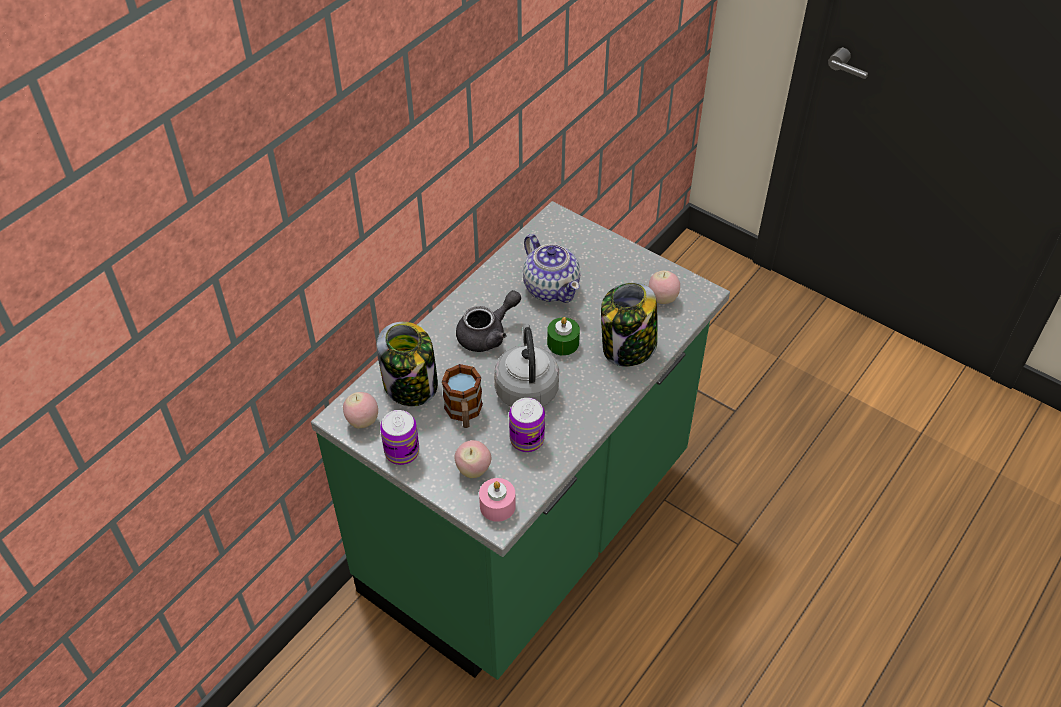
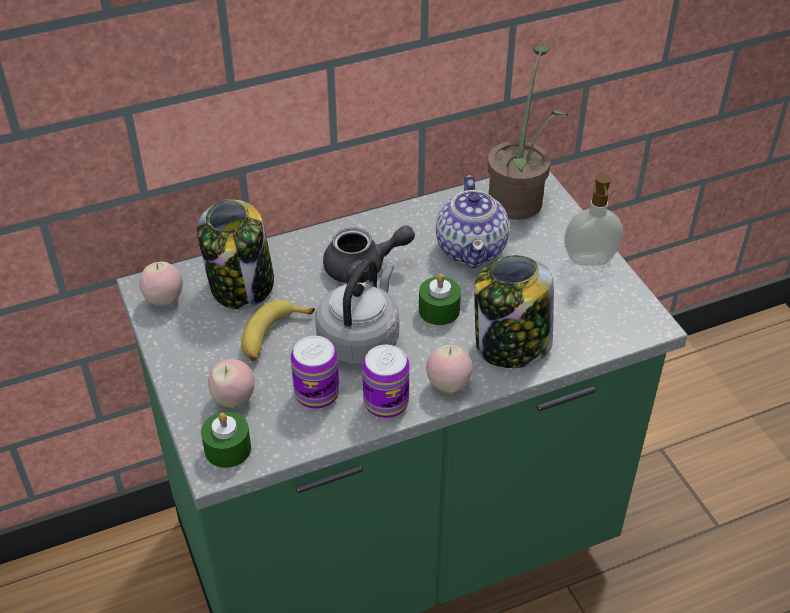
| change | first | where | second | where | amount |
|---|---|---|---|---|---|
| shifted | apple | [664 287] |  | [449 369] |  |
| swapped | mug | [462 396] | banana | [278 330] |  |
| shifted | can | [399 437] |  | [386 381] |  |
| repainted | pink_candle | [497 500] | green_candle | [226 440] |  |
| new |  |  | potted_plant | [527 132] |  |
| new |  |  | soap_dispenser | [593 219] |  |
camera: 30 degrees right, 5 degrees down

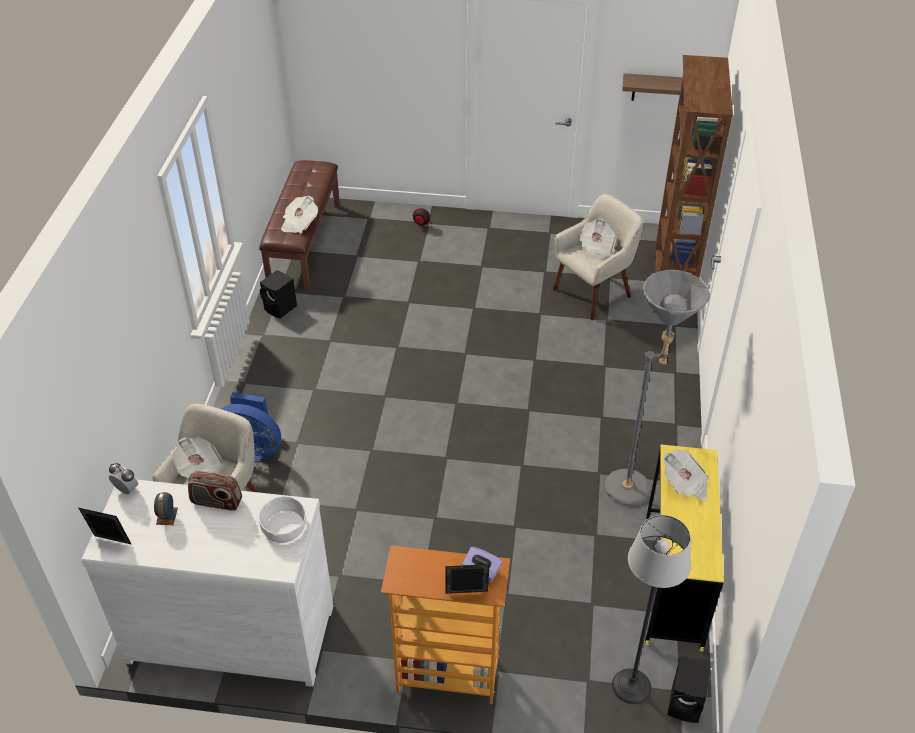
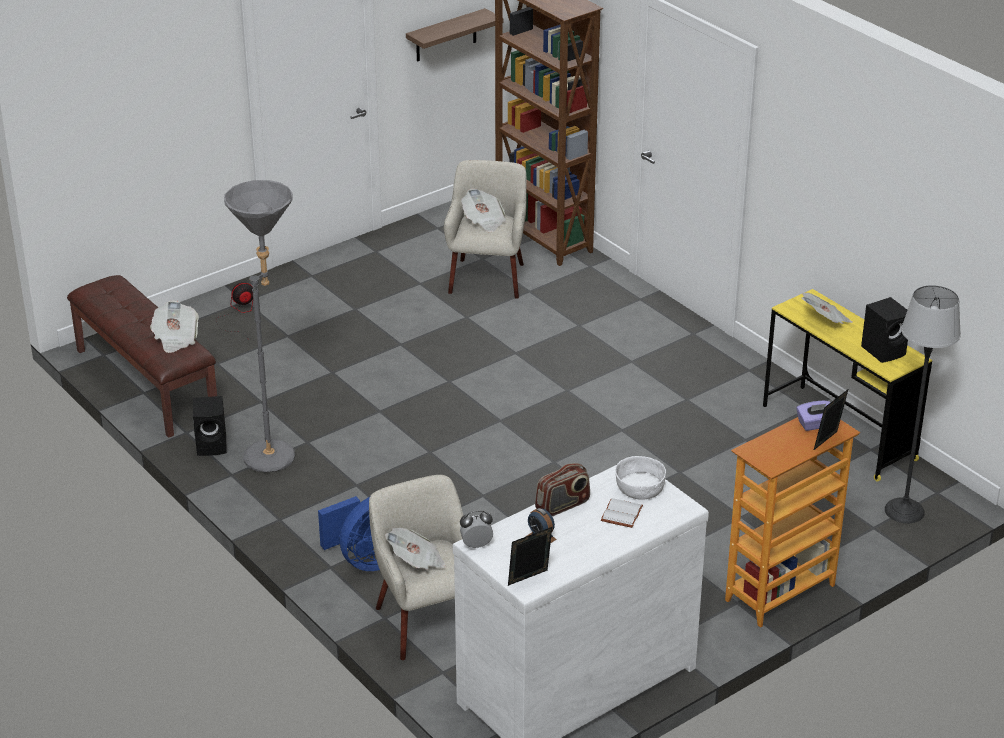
| change | first | where | second | where | amount |
|---|---|---|---|---|---|
| shifted | grey_floor_lamp | [657 388] |  | [259 326] |  |
| shifted | black_speaker | [688 691] |  | [884 330] |  |
| new |  |  | white_book | [622 513] |  |
camera: 45 degrees left, 10 degrees down

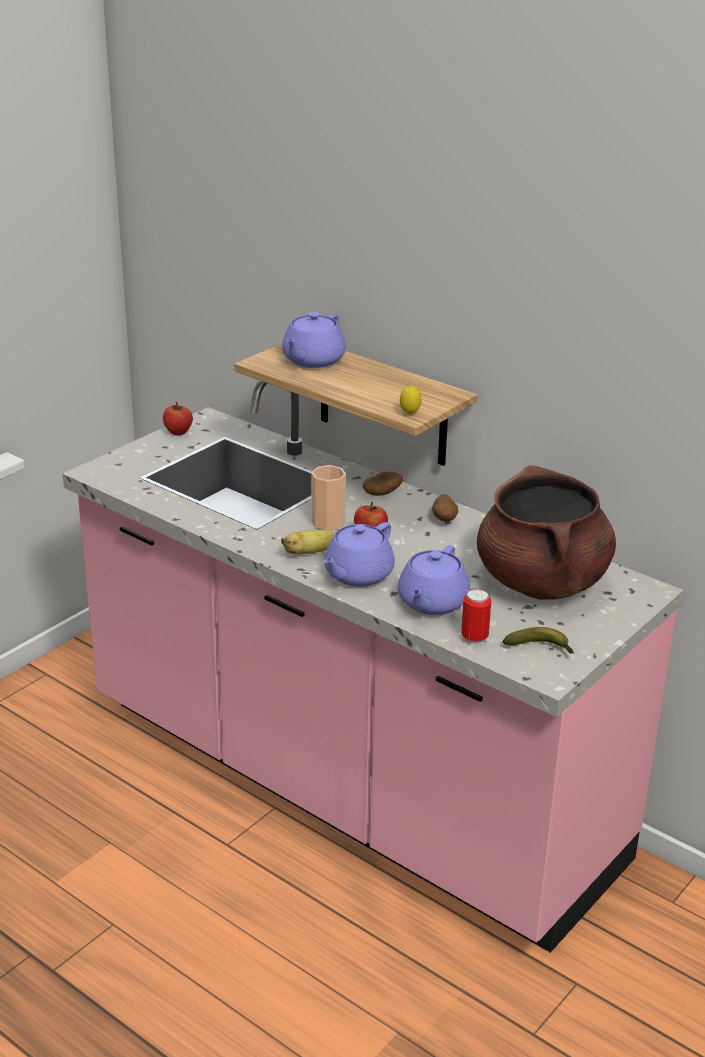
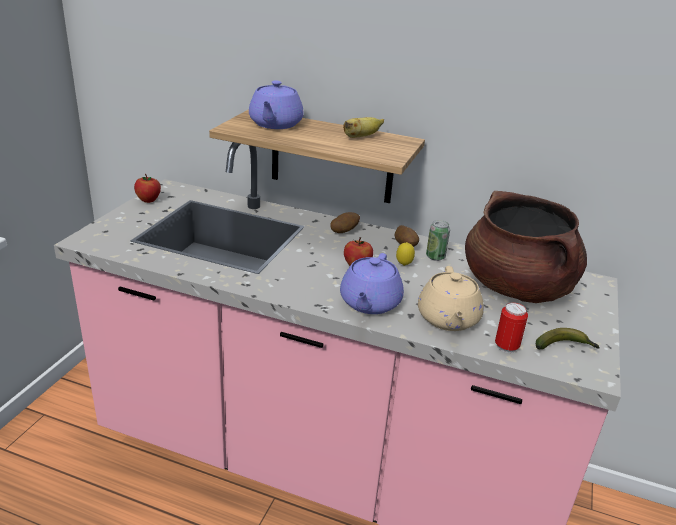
| change | first | where | second | where | amount |
|---|---|---|---|---|---|
| shifted | lemon | [411 400] |  | [405 254] |  |
| gone | cup | [328 498] |  |  |  |
| shifted | banana | [308 542] |  | [363 127] |  |
| repainted | purple_teapot | [434 580] | beige_teapot | [451 298] |  |
| new |  |  | can | [438 240] |  |
camera: 20 degrees left, 0 degrees up

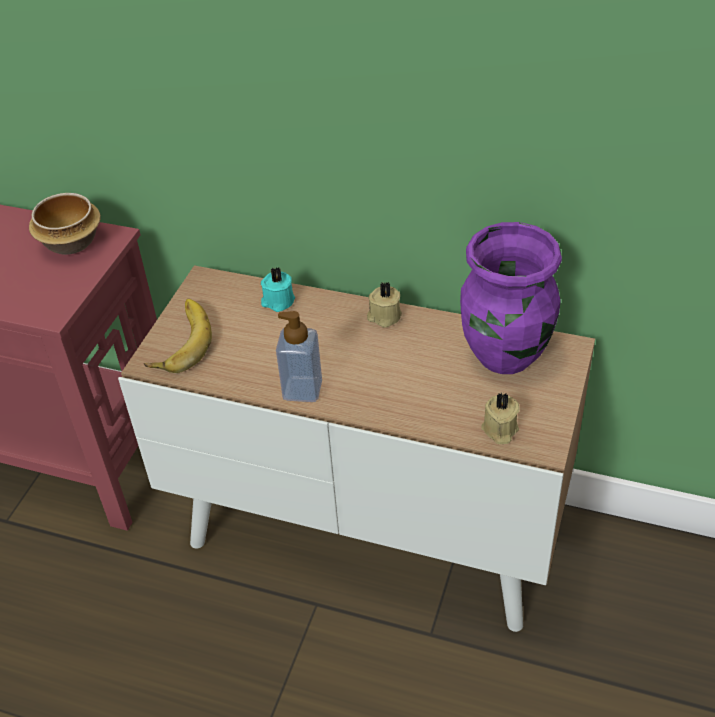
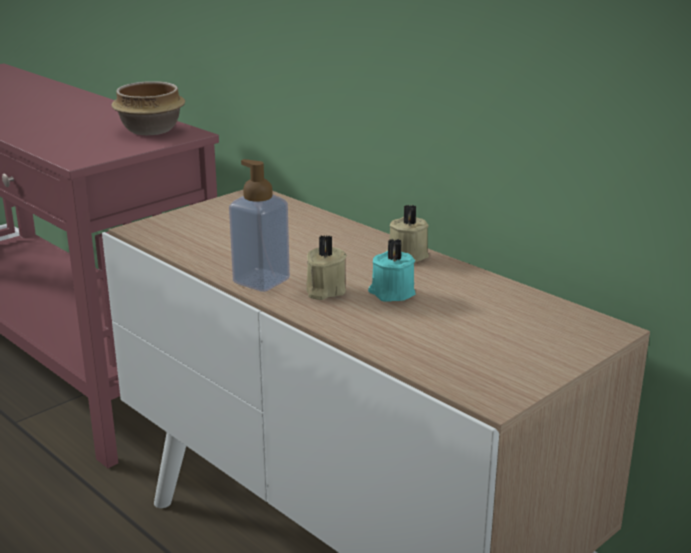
| change | first | where | second | where | amount |
|---|---|---|---|---|---|
| gone | purple_vase | [511 298] |  |  |  |
| shifted | turquoise_candle | [278 289] |  | [392 270] |  |
| gone | banana | [178 336] |  |  |  |
| shifted | beige_candle | [500 418] |  | [326 268] |  |
camera: 25 degrees right, 20 degrees down

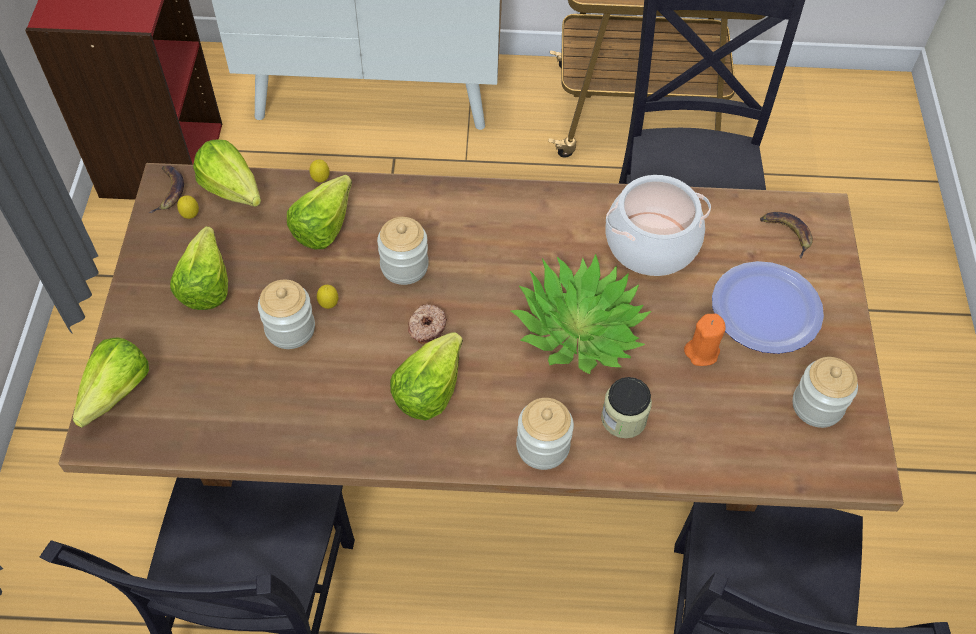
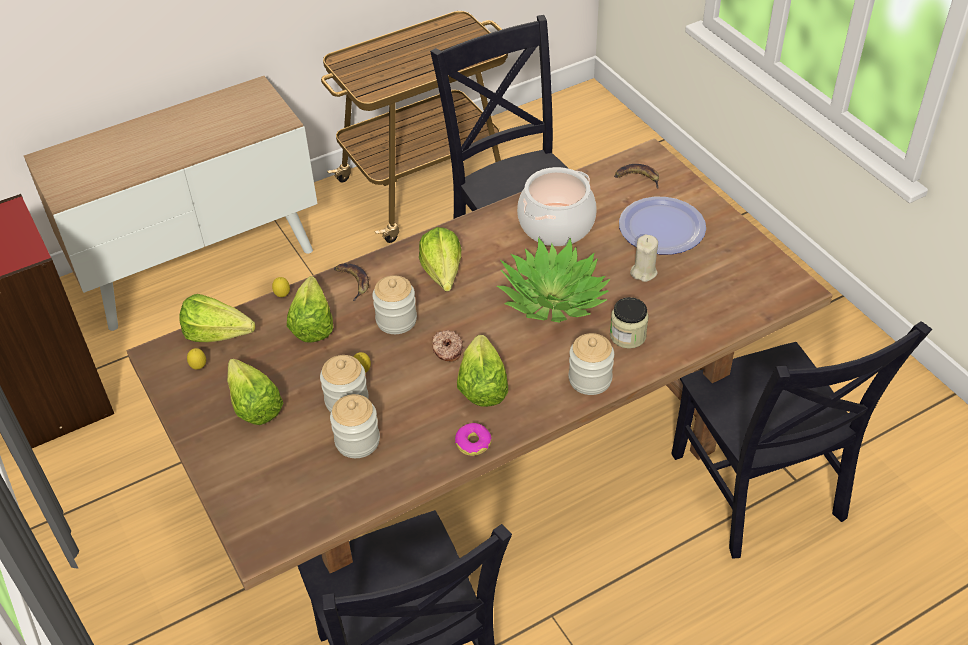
| change | first | where | second | where | amount |
|---|---|---|---|---|---|
| shifted | banana | [166 189] |  | [351 282] |  |
| repainted | orange_candle | [705 339] | beige_candle | [644 258] |  |
| shifted | lettuce | [110 383] |  | [440 259] |  |
| shifted | jar | [825 392] |  | [355 426] |  |
| new |  |  | donut | [473 439] |  |
camera: 30 degrees left, 10 degrees down

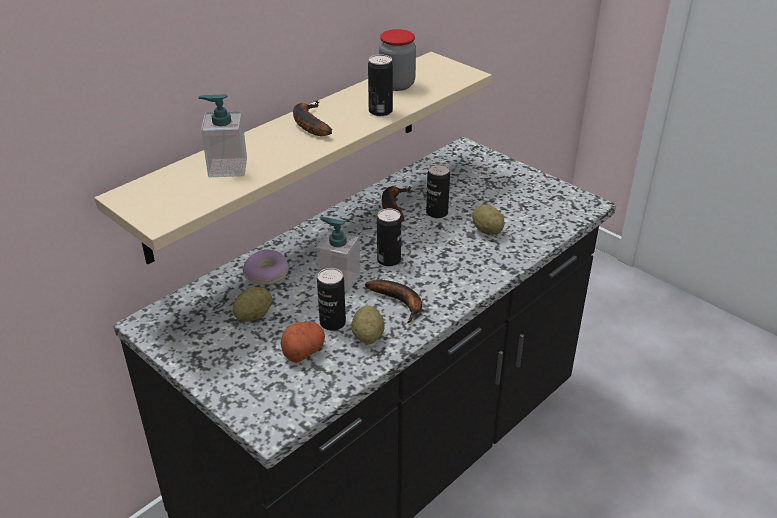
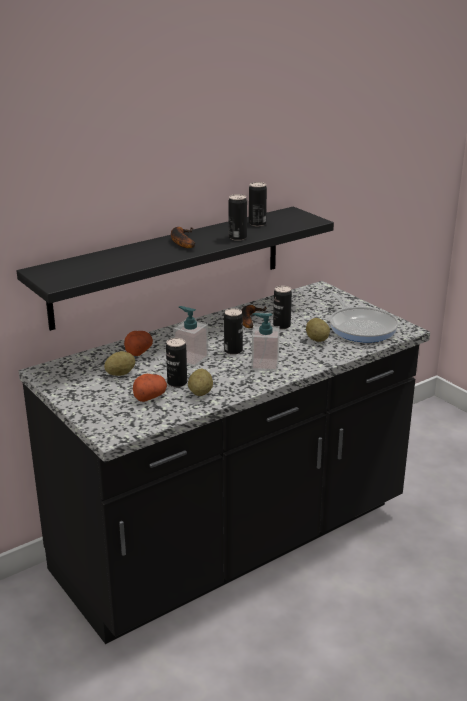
| change | first | where | second | where | amount |
|---|---|---|---|---|---|
| swapped | jar | [397 60] | can | [258 204] |  |
| repainted | beige_shelf | [293 158] | black_shelf | [175 269] |  |
| shifted | soap_dispenser | [222 135] |  | [266 342] |  |
| swapped | donut | [265 267] | potato | [138 343] |  |
| gone | banana | [393 301] |  |  |  |
| new |  |  | frying_pan | [364 318] |  |
camera: 10 degrees right, 10 degrees down

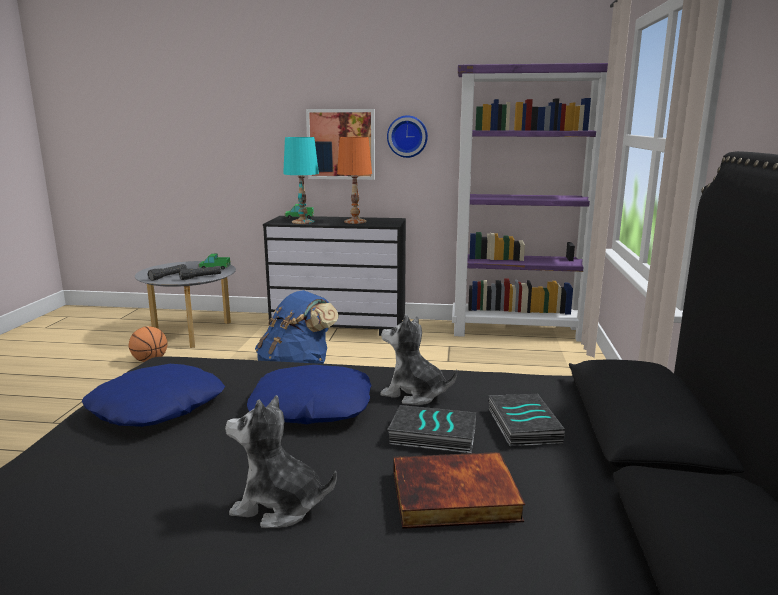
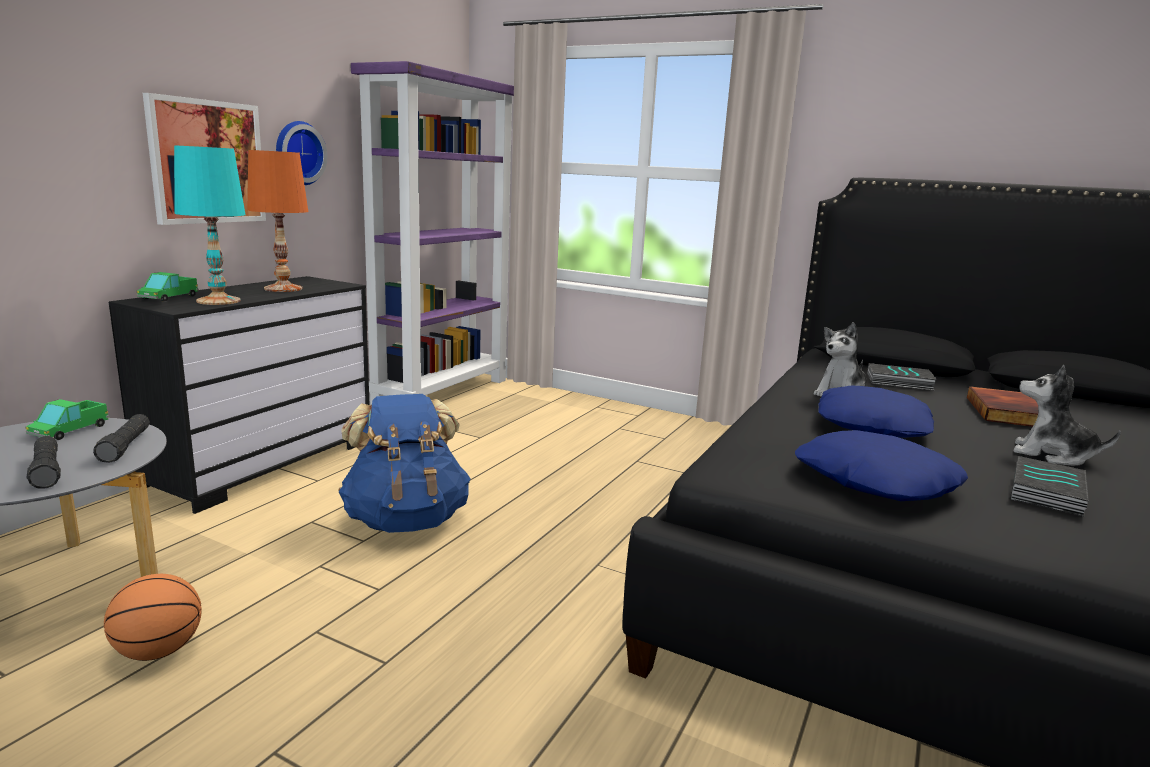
| change | first | where | second | where | amount |
|---|---|---|---|---|---|
| rotated | plush_toy | [281 461] |  | [1067 415] | 90 degrees clockwise |
| shifted | book | [431 429] |  | [1050 486] |  |
camera: 70 degrees left, 0 degrees up

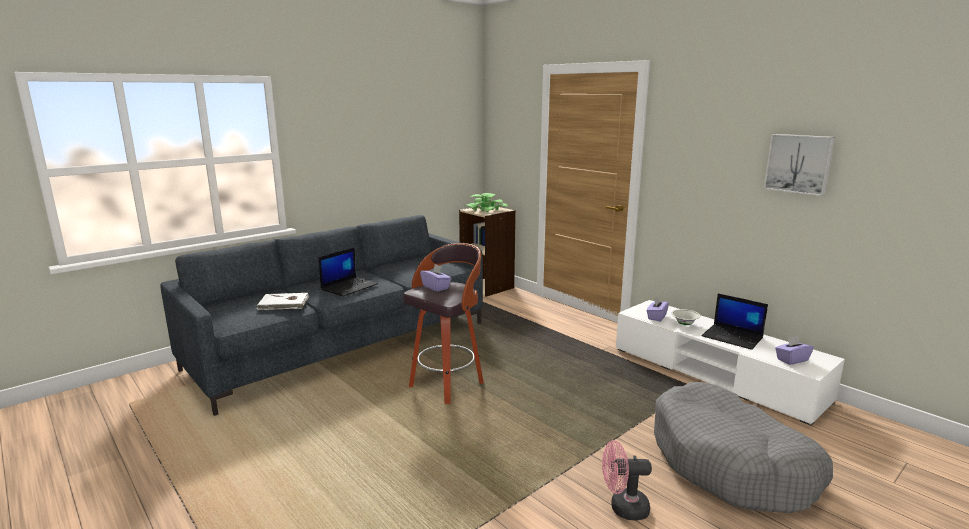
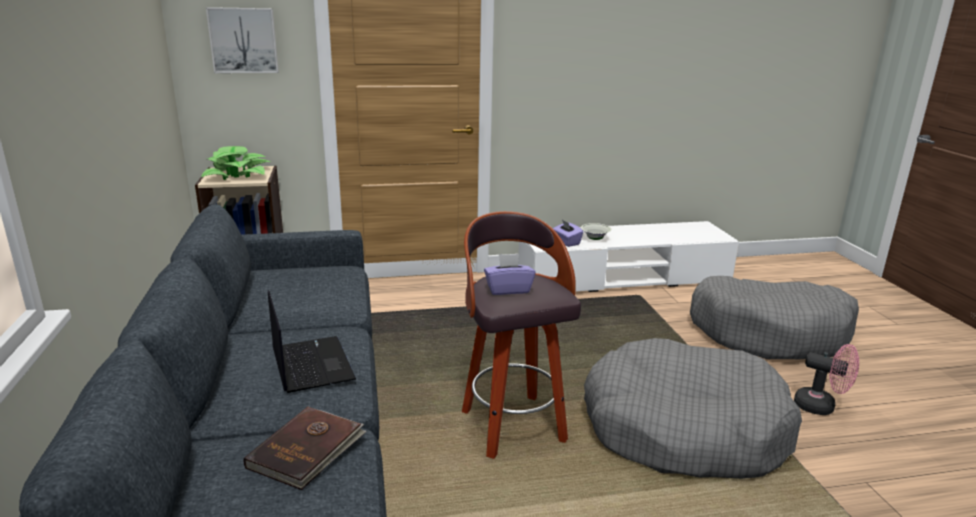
| change | first | where | second | where | amount |
|---|---|---|---|---|---|
| shifted | picture | [799 165] |  | [242 40] |  |
| repainted | white_book | [283 301] | brown_book | [305 448] |  |
| gone | laptop | [734 322] |  |  |  |
| gone | purple_tissue_box | [794 350] |  |  |  |
| rotated | pink_fan | [627 480] |  | [826 379] | 90 degrees counterclockwise |
| new |  |  | grey_dog_bed | [693 408] |  |
camera: 60 degrees left, 5 degrees up

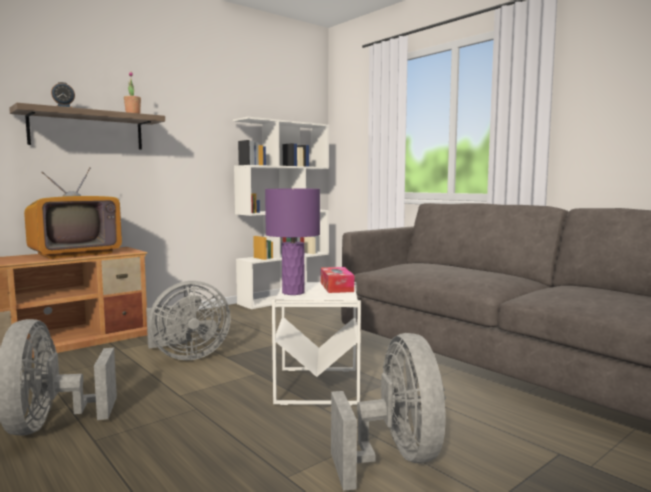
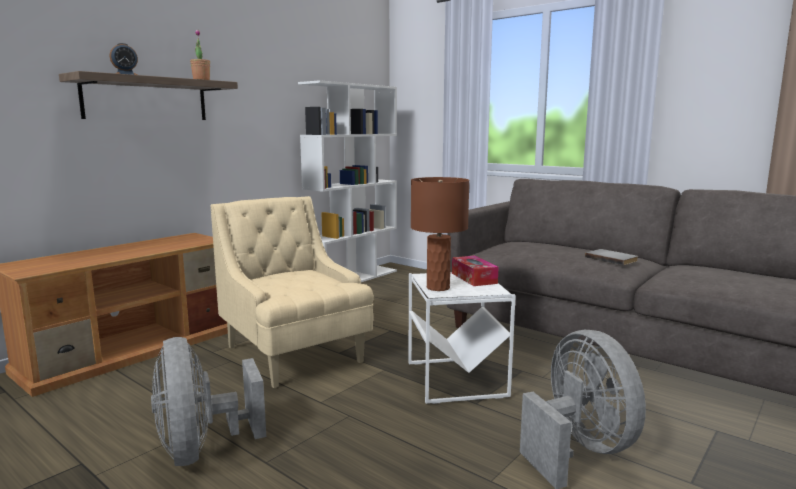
| change | first | where | second | where | amount |
|---|---|---|---|---|---|
| gone | television | [73 213] |  |  |  |
| repainted | purple_table_lamp | [292 242] | brown_table_lamp | [440 234] |  |
| swapped | grey_fan | [188 320] | beige_armchair | [292 292] |  |
| new |  |  | grey_book | [611 257] |  |
camera: 10 degrees left, 5 degrees up

